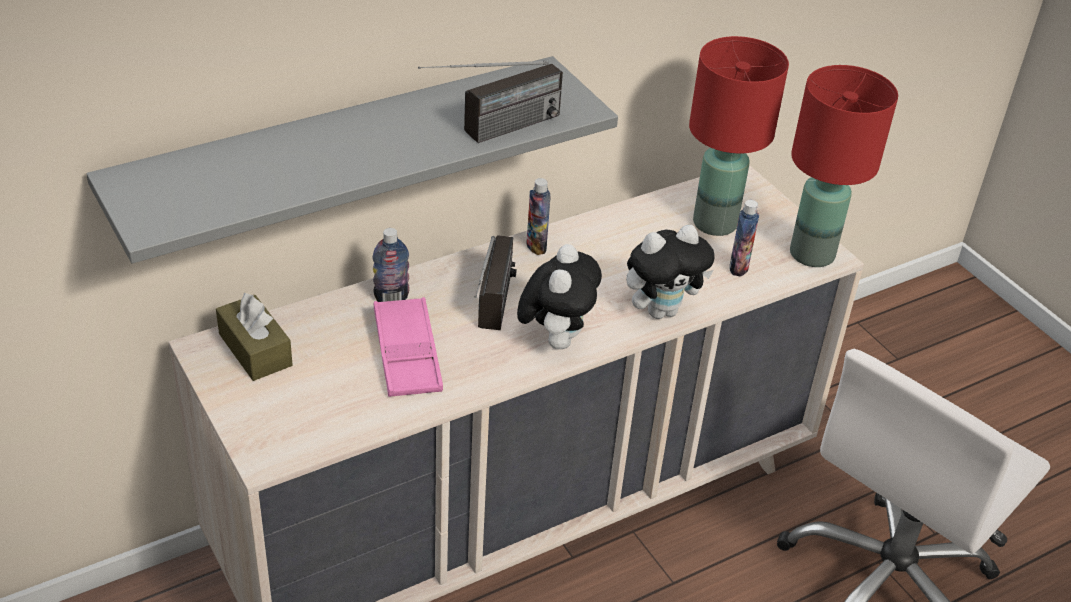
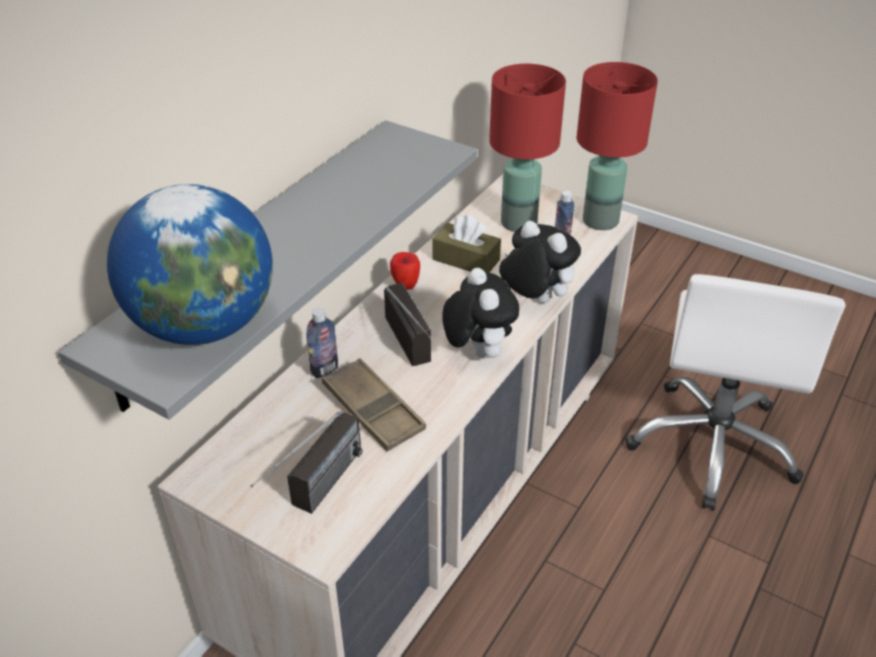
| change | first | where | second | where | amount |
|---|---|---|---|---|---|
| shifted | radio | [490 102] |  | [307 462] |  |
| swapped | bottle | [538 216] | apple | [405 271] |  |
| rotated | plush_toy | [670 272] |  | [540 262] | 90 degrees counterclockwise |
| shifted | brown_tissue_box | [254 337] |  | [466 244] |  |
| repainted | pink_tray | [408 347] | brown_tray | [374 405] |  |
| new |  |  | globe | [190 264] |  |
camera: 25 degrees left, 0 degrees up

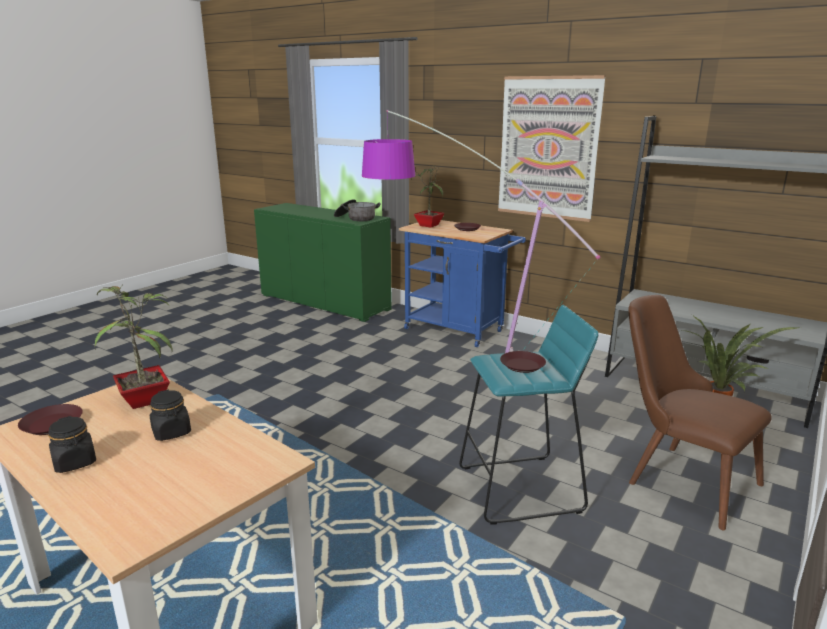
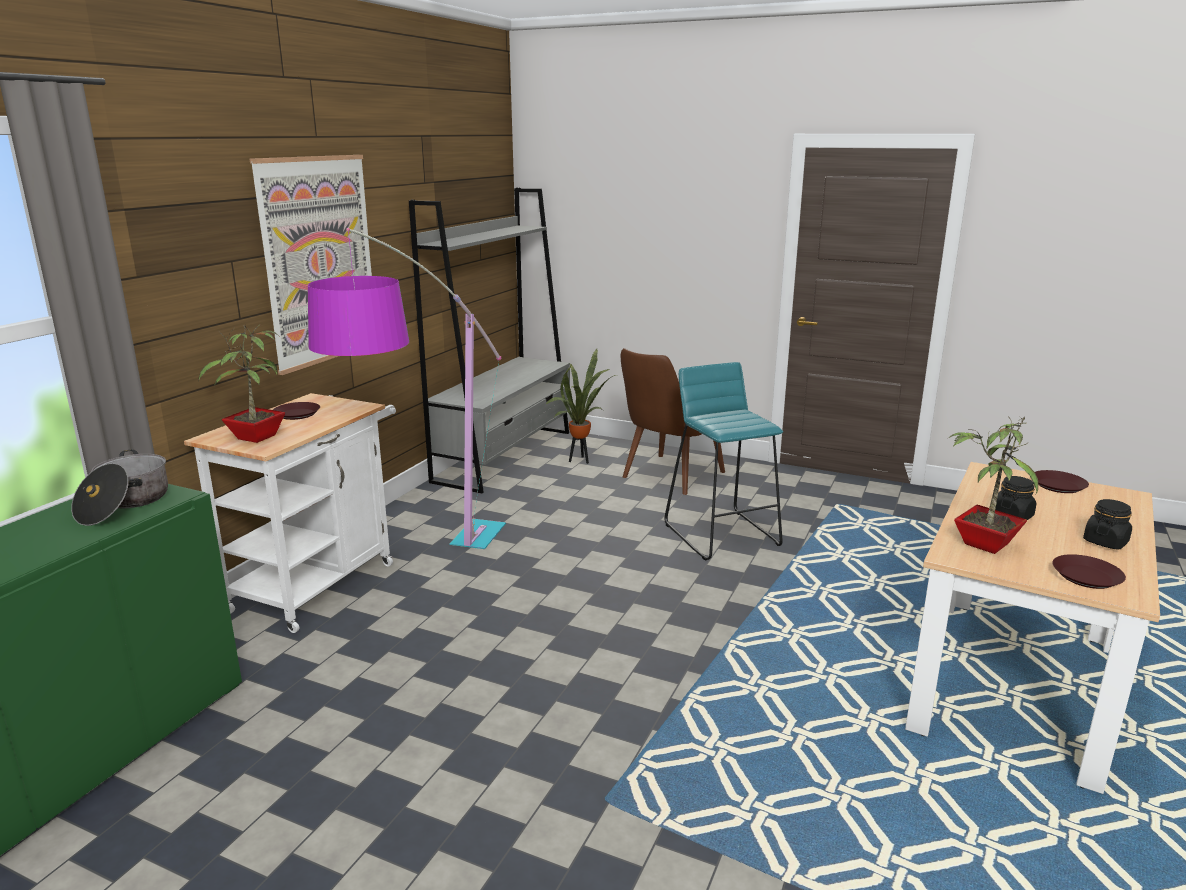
| change | first | where | second | where | amount |
|---|---|---|---|---|---|
| repainted | blue_cart | [462 283] | white_cart | [290 513] |  |
| shifted | brown_plate | [523 362] |  | [1062 481] |  |
camera: 100 degrees left, 0 degrees up

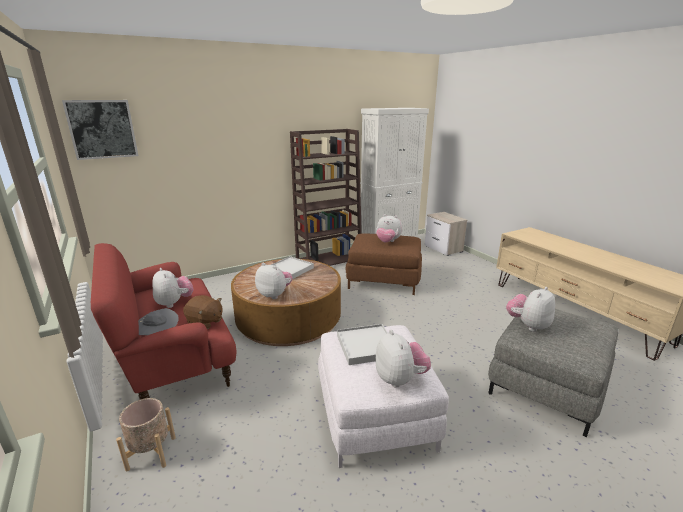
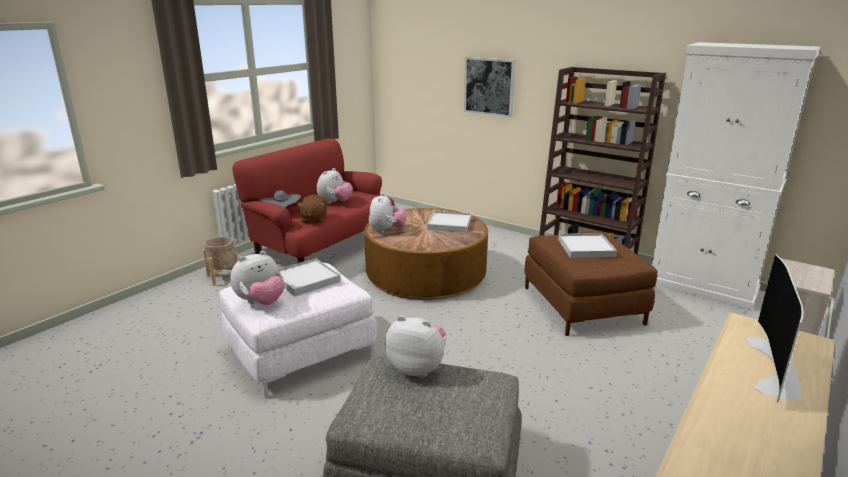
| change | first | where | second | where | amount |
|---|---|---|---|---|---|
| shifted | picture | [100 130] |  | [490 87] |  |
| swapped | plush_toy | [389 228] | white_tray | [587 245] |  |
| new |  |  | television | [774 328] |  |
camera: 65 degrees right, 0 degrees up

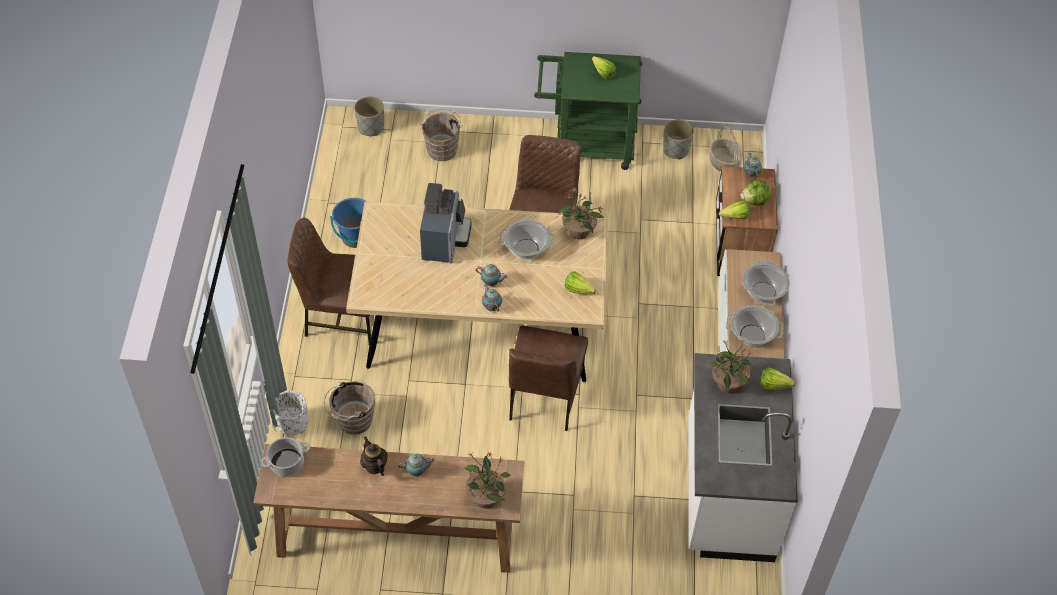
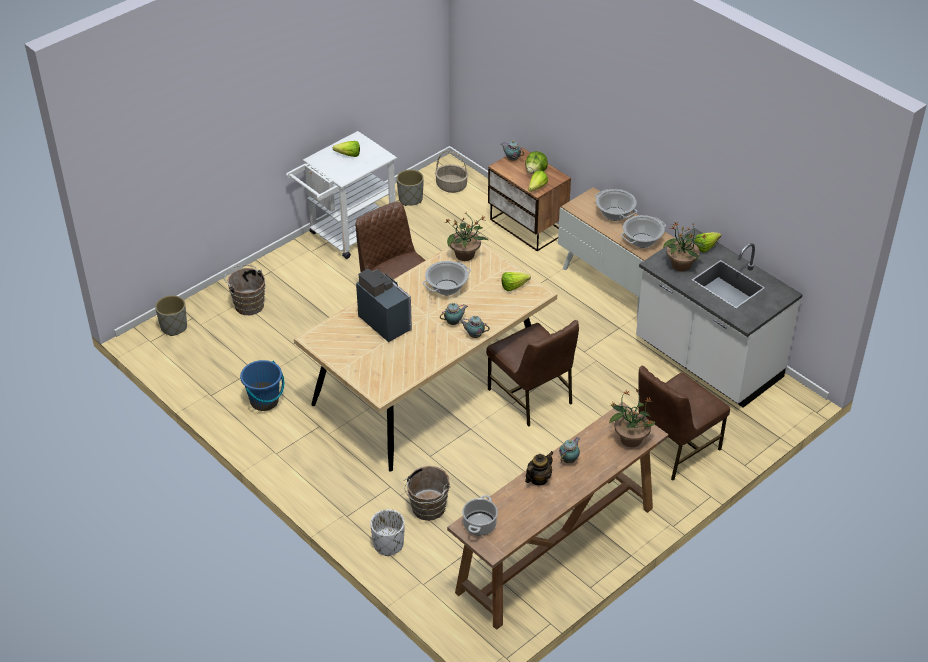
| change | first | where | second | where | amount |
|---|---|---|---|---|---|
| repainted | green_cart | [588 111] | white_cart | [341 195] |  |
| shifted | brown_chair | [329 281] |  | [684 423] |  |
| rotated | teapot | [374 456] |  | [539 468] | 120 degrees clockwise |
camera: 45 degrees left, 10 degrees down

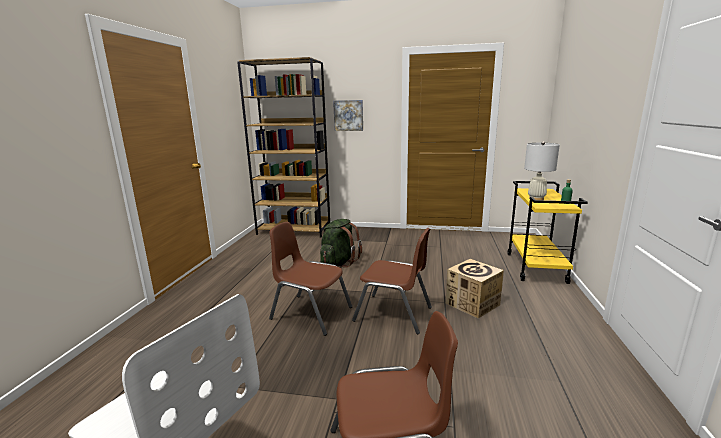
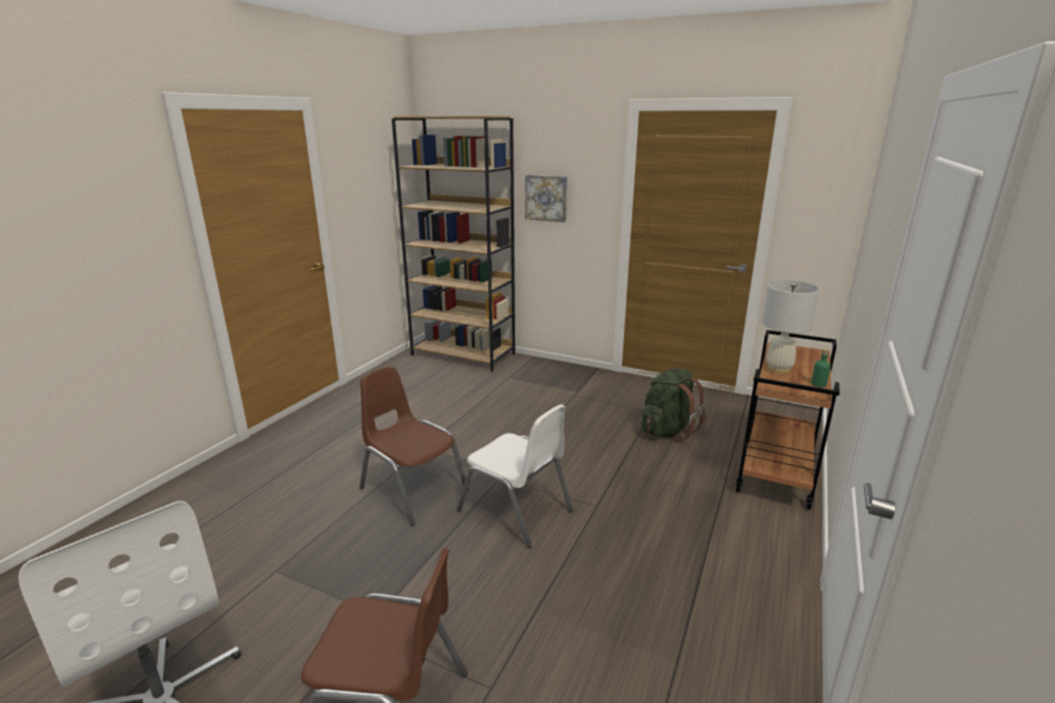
| change | first | where | second | where | amount |
|---|---|---|---|---|---|
| repainted | yellow_cart | [547 232] | brown_cart | [788 420] |  |
| shifted | green_backpack | [341 243] |  | [673 405] |  |
| repainted | brown_chair | [392 281] | white_chair | [515 476] |  |
| gone | cardboard_box | [475 288] |  |  |  |
camera: 15 degrees right, 5 degrees up

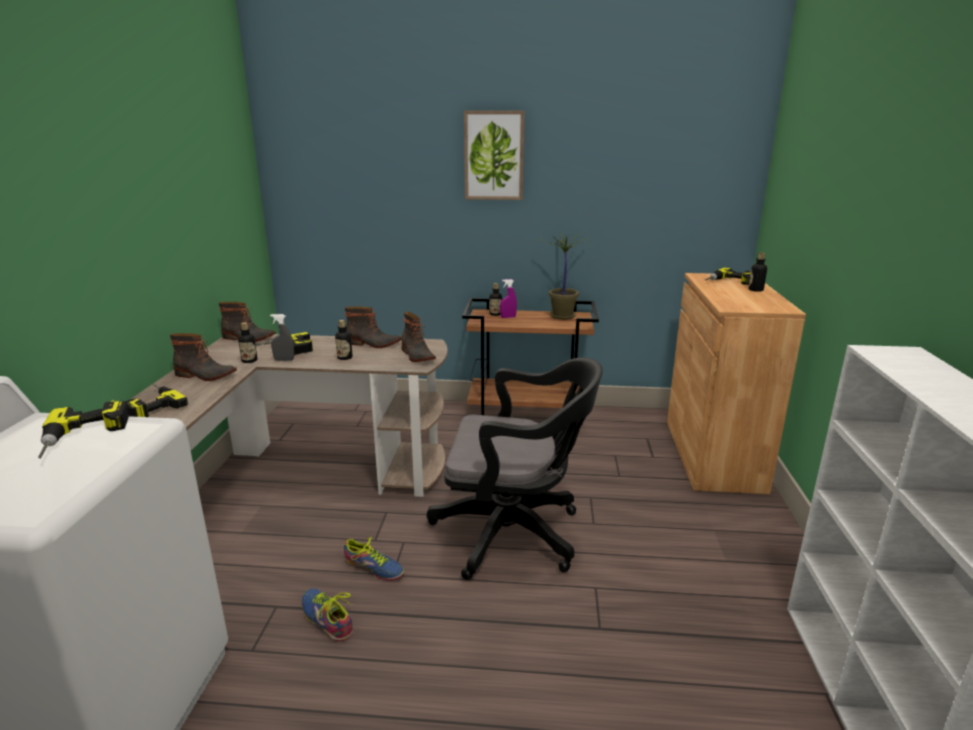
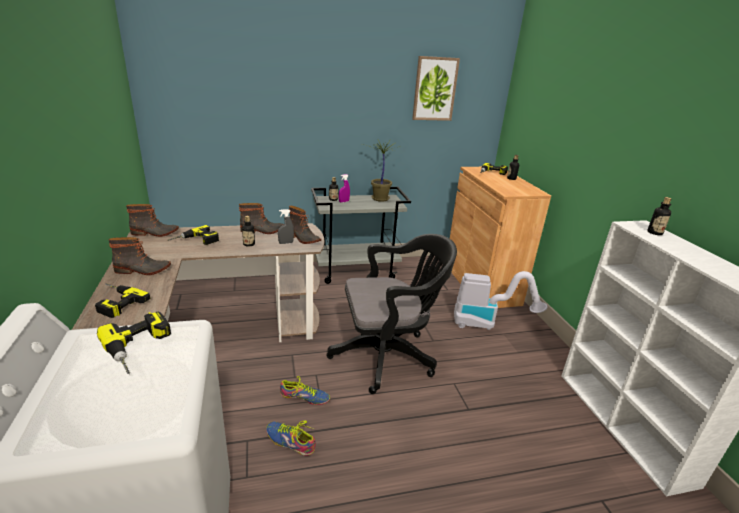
| change | first | where | second | where | amount |
|---|---|---|---|---|---|
| shifted | picture | [494 155] |  | [436 88] |  |
| repainted | brown_cart | [530 356] | grey_cart | [361 235] |  |
| shifted | grey_spray_bottle | [282 337] |  | [286 226] |  |
| shifted | bottle | [247 342] |  | [659 216] |  |
| new |  |  | vacuum_cleaner | [501 300] |  |
camera: 20 degrees left, 5 degrees up

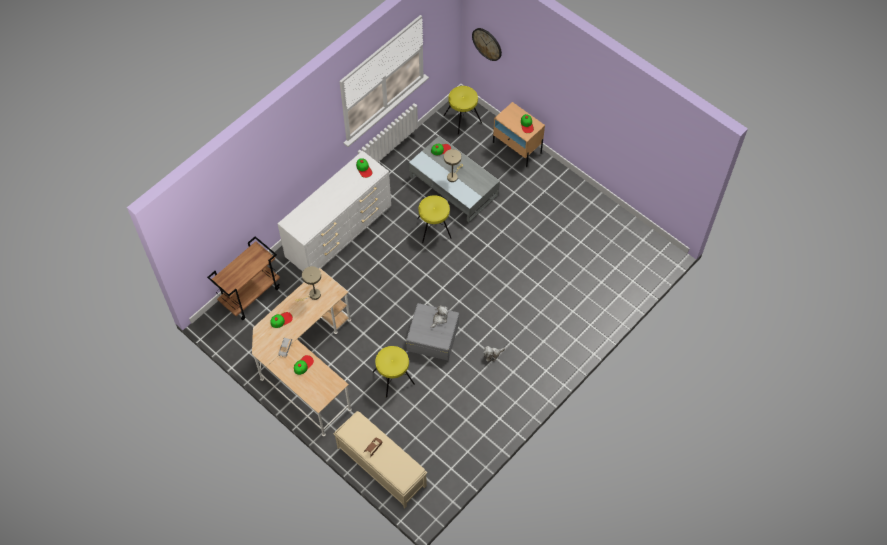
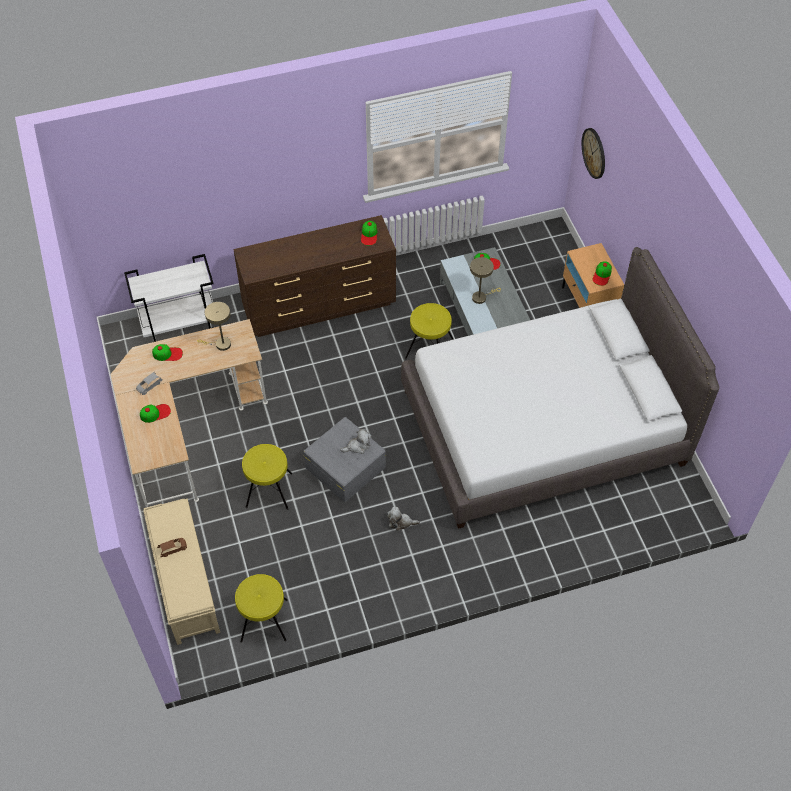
| change | first | where | second | where | amount |
|---|---|---|---|---|---|
| shifted | yellow_stool | [463 110] |  | [261 608] |  |
| repainted | white_dresser | [334 211] | brown_dresser | [314 276] |  |
| repainted | brown_cart | [243 278] | white_cart | [169 298] |  |
| new |  |  | white_bed | [560 388] |  |
camera: 30 degrees right, 5 degrees down

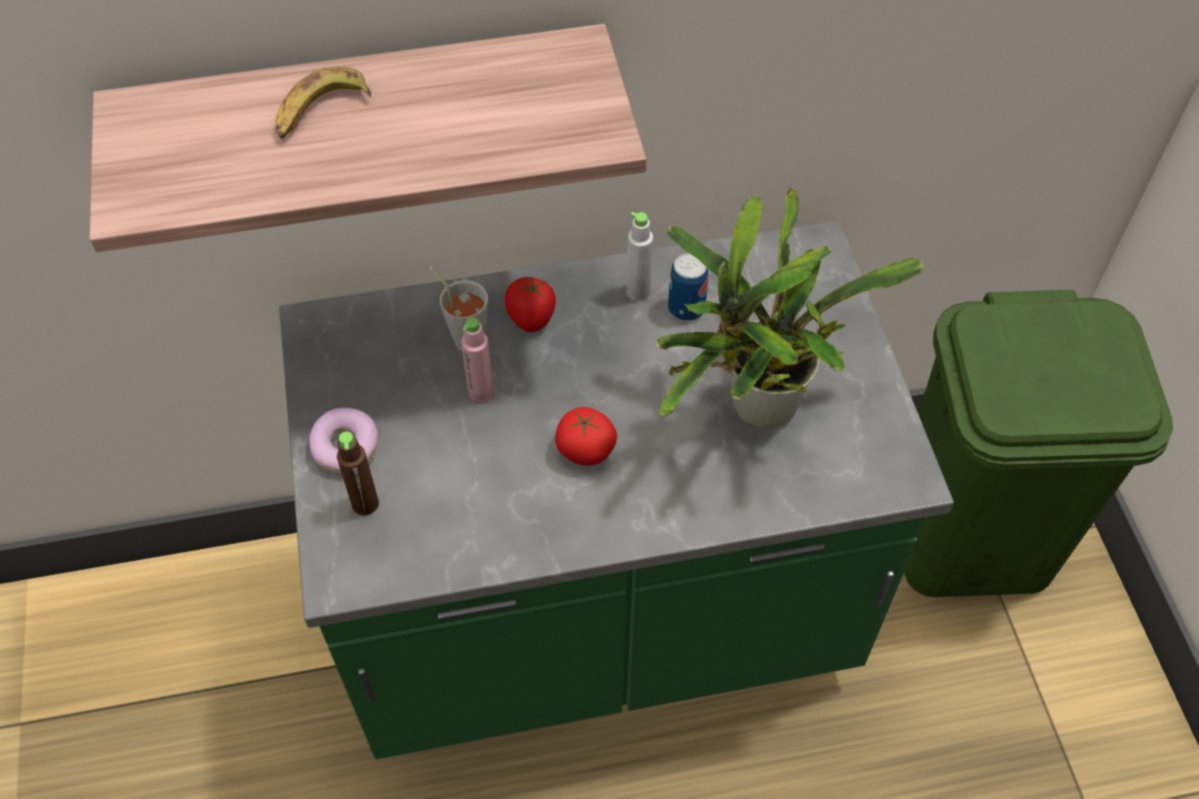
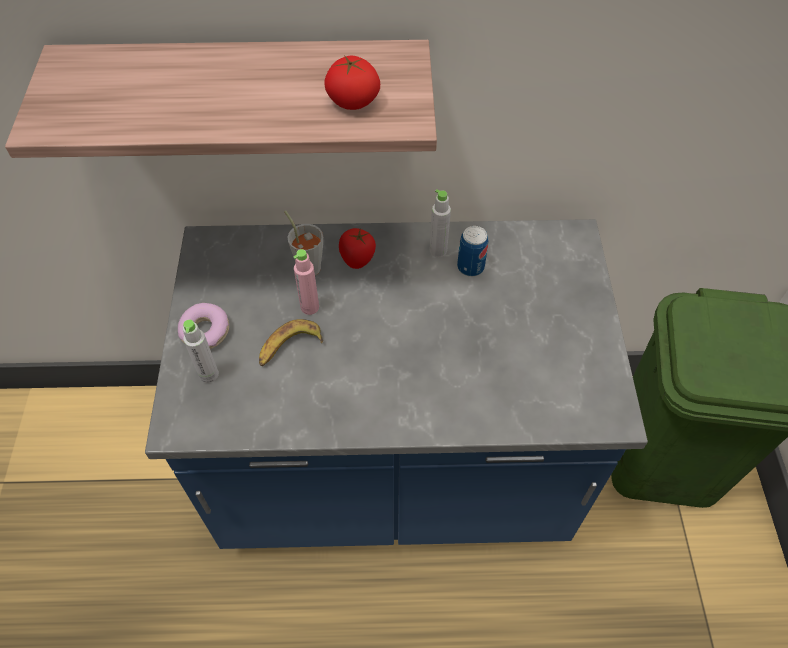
| change | first | where | second | where | amount |
|---|---|---|---|---|---|
| shifted | banana | [324 103] |  | [291 342] |  |
| gone | potted_plant | [790 308] |  |  |  |
| repainted | green_counter | [616 490] | blue_counter | [396 384] |  |
| shifted | tomato | [586 436] |  | [352 82] |  |
| repainted | brown_bottle | [358 473] | grey_bottle | [201 351] |  |
camera: 10 degrees right, 0 degrees up

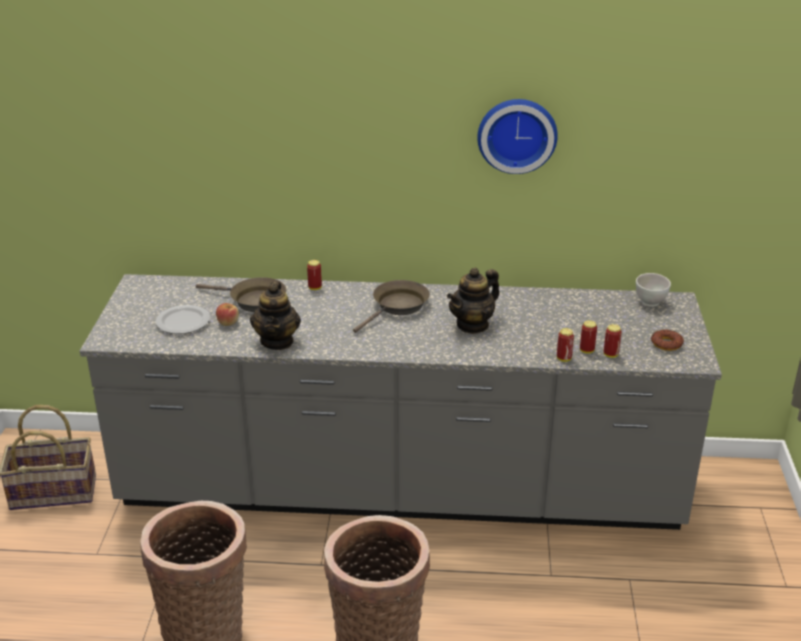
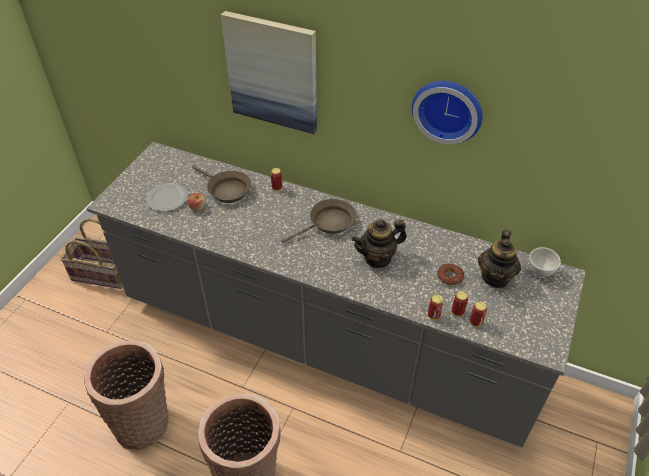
| change | first | where | second | where | amount |
|---|---|---|---|---|---|
| shifted | teapot | [275 315] |  | [499 258] |  |
| shifted | donut | [667 340] |  | [450 274] |  |
| new |  |  | picture | [269 72] |  |
camera: 20 degrees right, 15 degrees up

